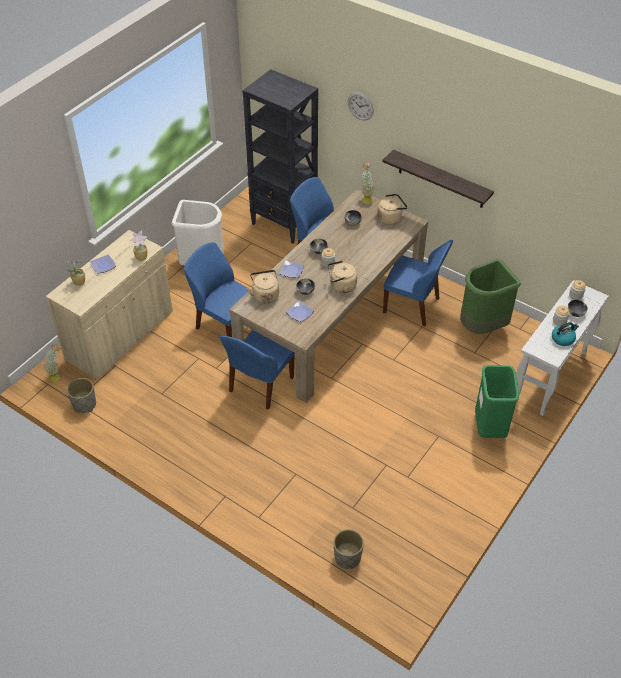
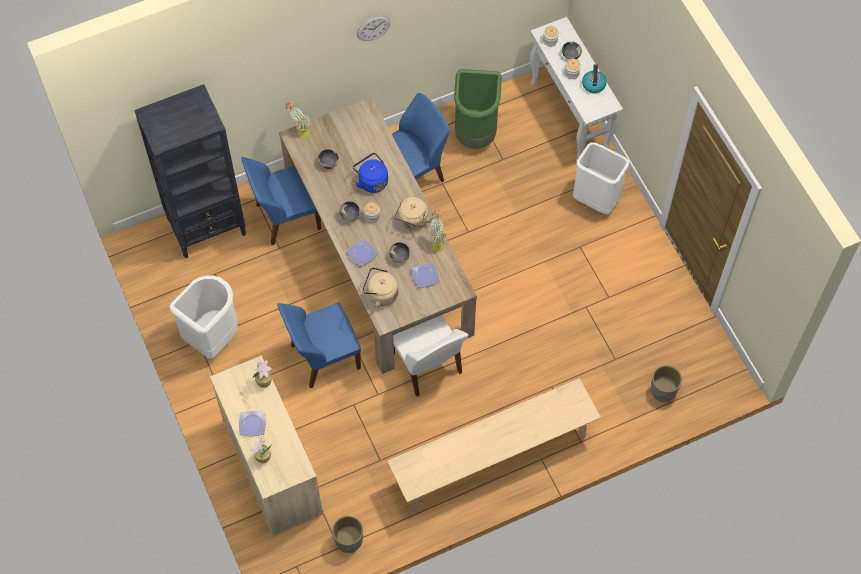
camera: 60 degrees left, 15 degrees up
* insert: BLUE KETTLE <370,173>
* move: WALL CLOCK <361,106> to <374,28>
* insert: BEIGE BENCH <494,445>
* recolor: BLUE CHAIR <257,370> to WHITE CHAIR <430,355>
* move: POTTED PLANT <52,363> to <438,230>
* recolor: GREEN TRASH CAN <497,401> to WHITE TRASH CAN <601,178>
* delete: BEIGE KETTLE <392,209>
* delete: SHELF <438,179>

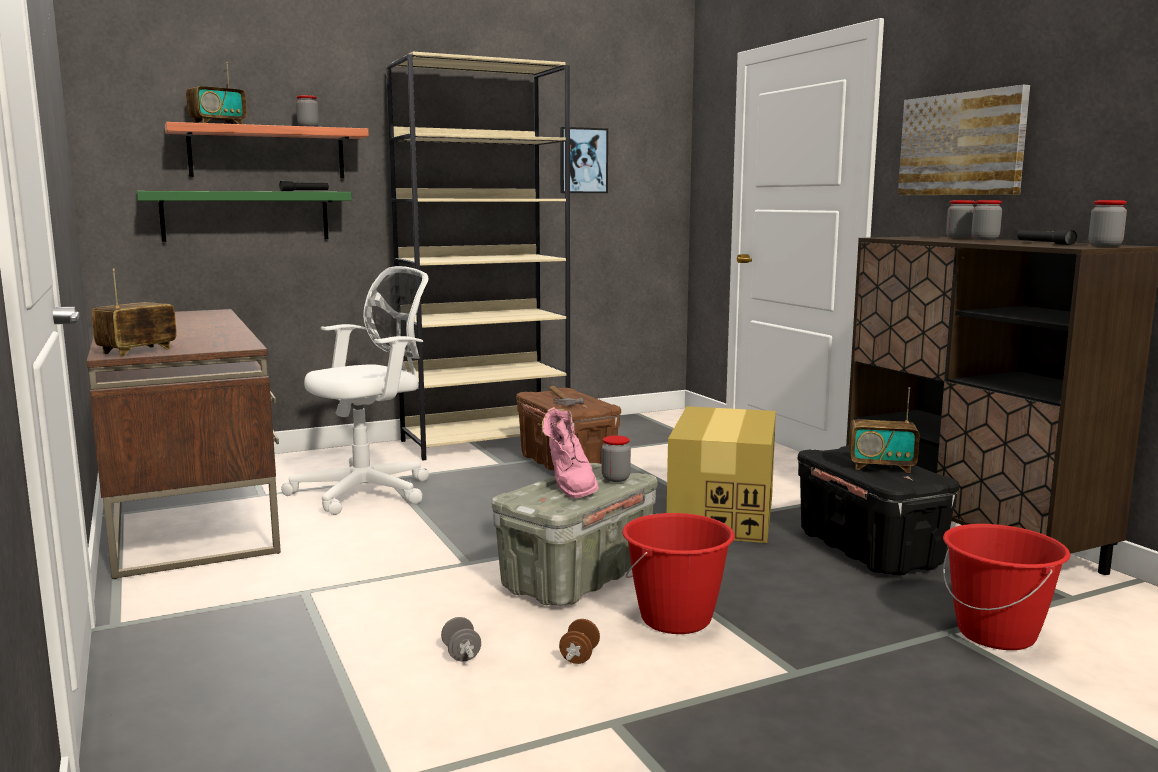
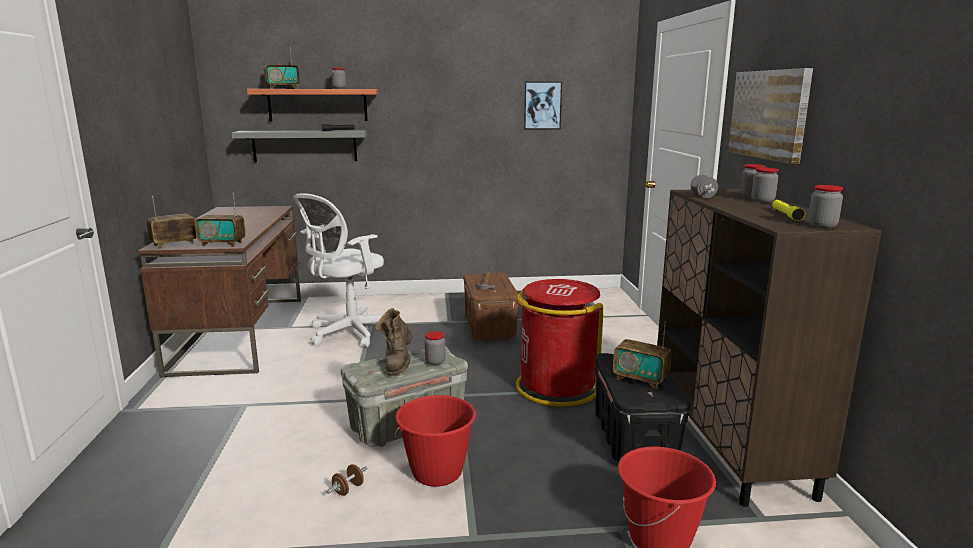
camera: 20 degrees right, 5 degrees up
* insert: RADIO <220,220>
* recolor: GREEN SHELF <244,216> to GREY SHELF <299,146>
* rotate: WHITE OFFICE CHAIR <355,390> = <338,270> 150 degrees clockwise
* recolor: PINK BOOT <570,453> to BROWN BOOT <394,342>
* replace: CARDBOARD BOX <721,474> to RED TRASH CAN <560,343>
* move: GREY DUMBBELL <461,639> to <704,186>
* recolor: BLACK FLASHLIGHT <1047,237> to YELLOW FLASHLIGHT <788,210>
* delete: BEIGE BOOKCASE <478,256>

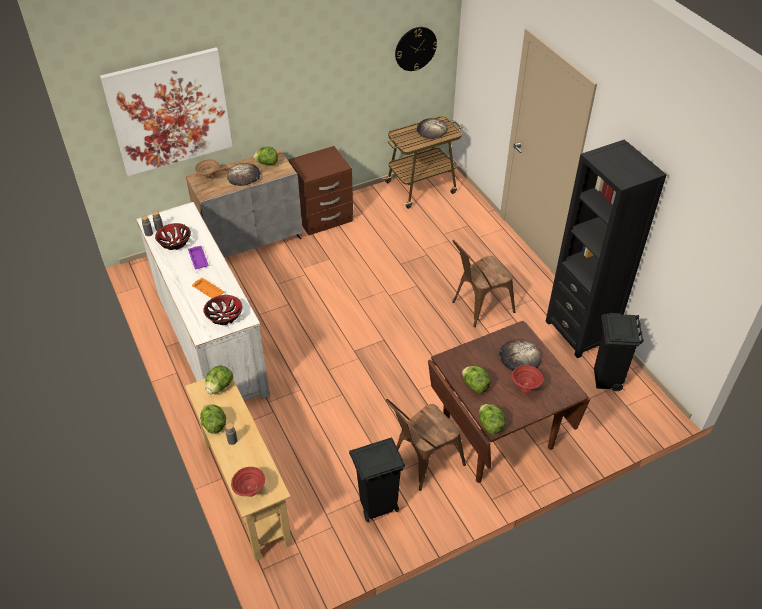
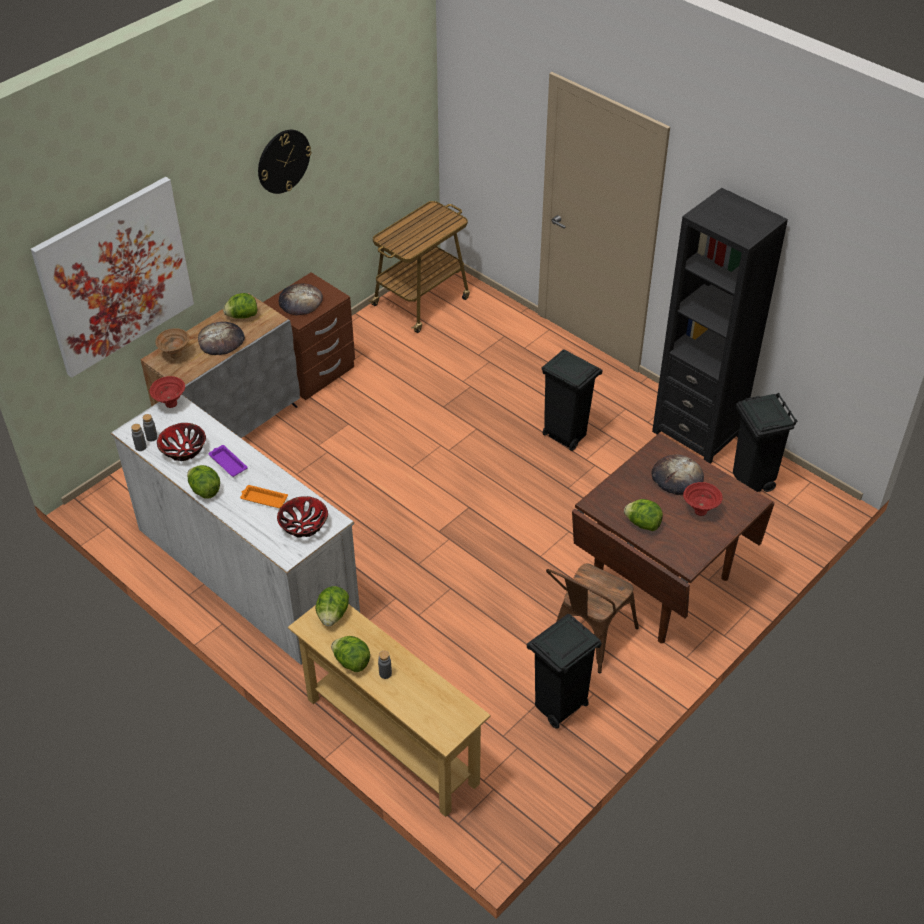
camera: 20 degrees left, 0 degrees up
* move: RED BOWL <248,482> to <167,392>
* move: LETTUCE <492,419> to <203,482>
* move: WALL CLOCK <416,49> to <285,162>
* move: BREAD <432,128> to <301,299>
* replace: BROWN CHAIR <483,283> to BLACK TRASH CAN <572,400>

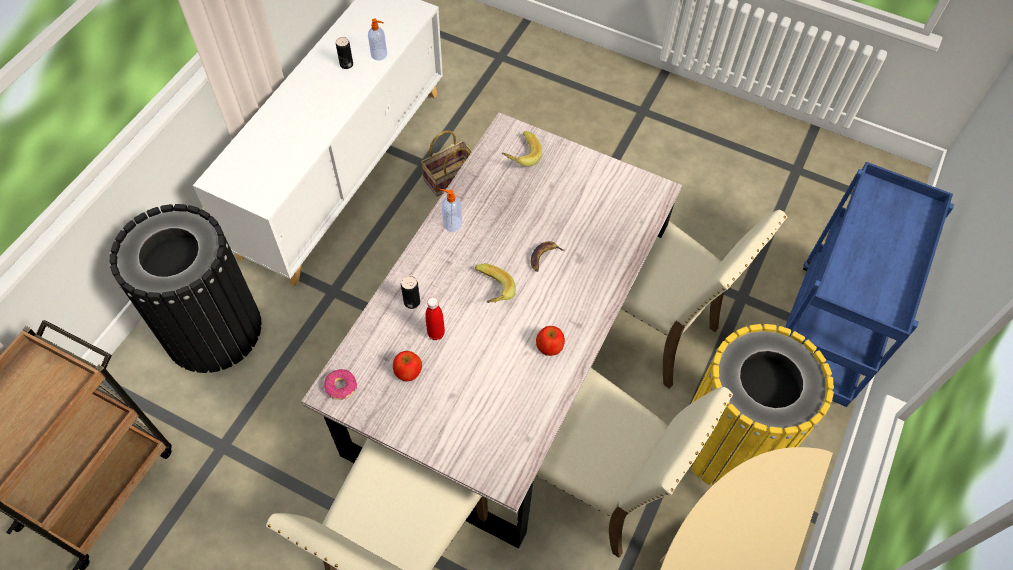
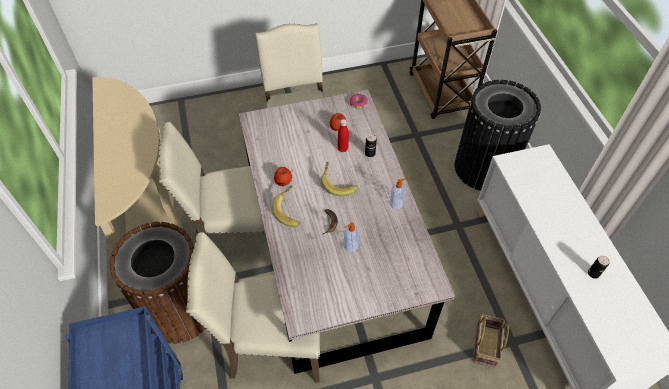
camera: 140 degrees right, 5 degrees down
* recolor: YELLOW TRASH CAN <762,404> to BROWN TRASH CAN <157,283>
* move: BANANA <522,149> to <286,206>
* move: SOAP DISPENSER <377,40> to <351,237>

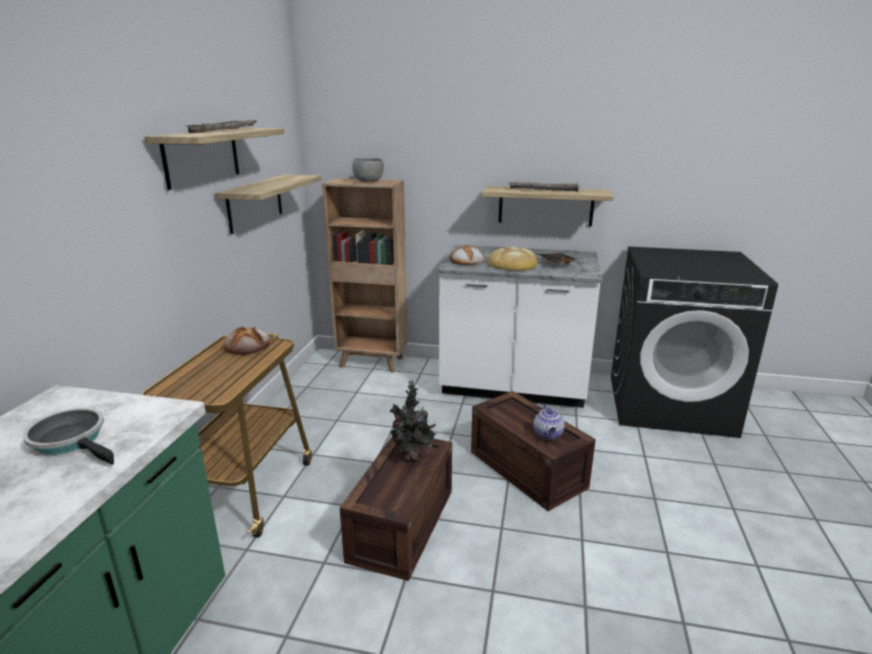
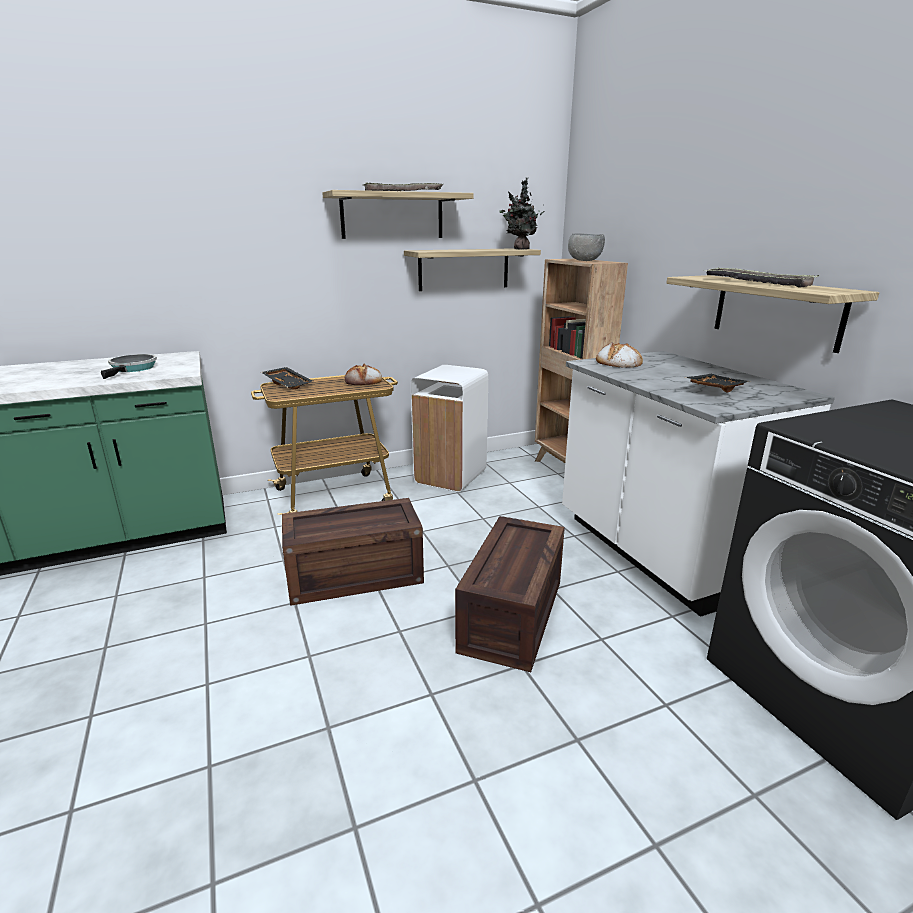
camera: 55 degrees right, 0 degrees up
* insert: BLACK TRAY <287,378>
* insert: WHITE TRASH CAN <449,428>
* move: POTTED PLANT <413,421> to <521,214>
* delete: BREAD <512,258>
* delete: TEAPOT <549,422>

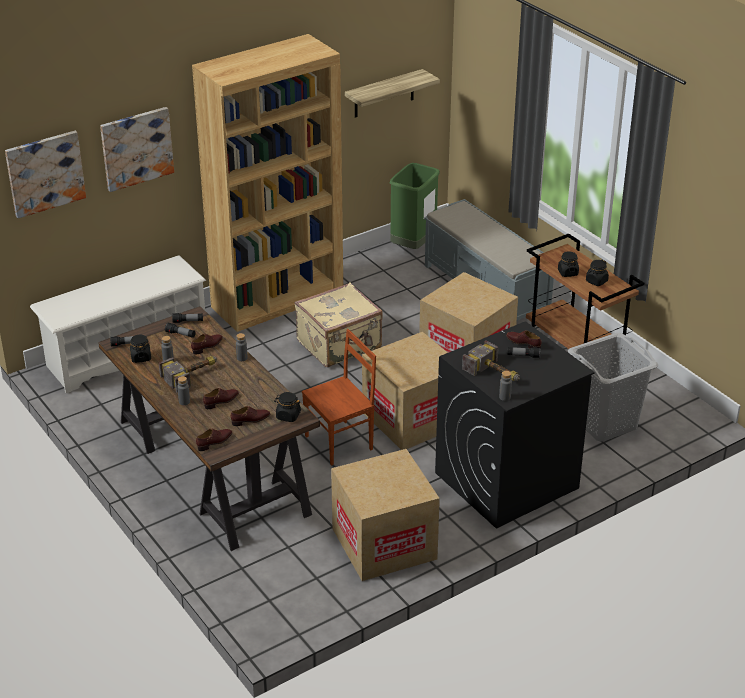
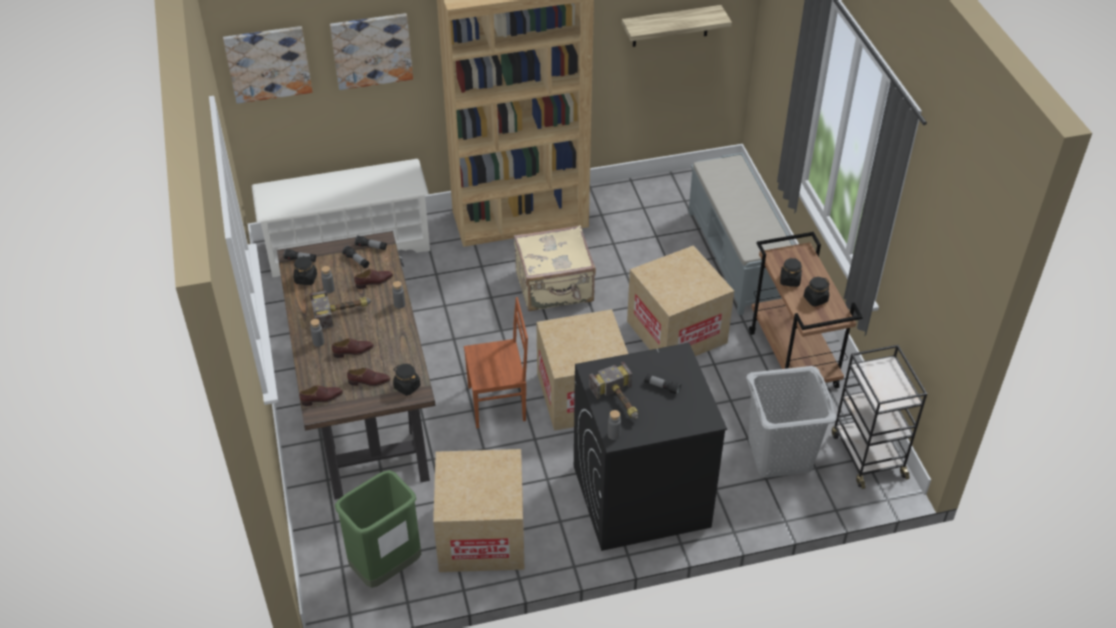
camera: 20 degrees right, 10 degrees up
* move: GREEN TRASH CAN <415,206> to <378,529>
* insert: BLACK CART <879,417>
* delete: BROWN SHOE <524,340>

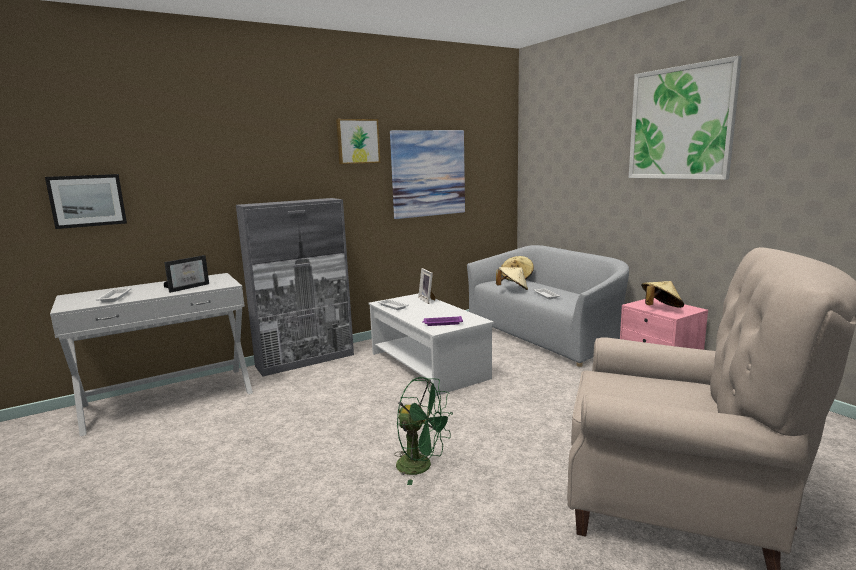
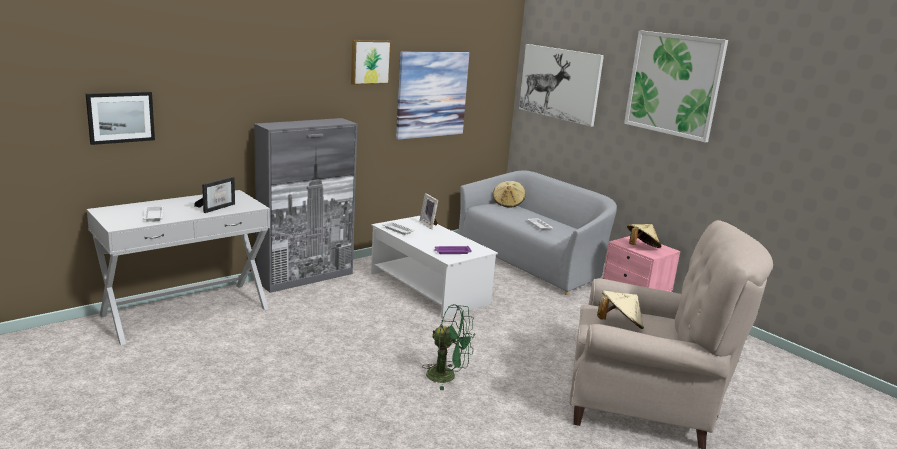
camera: 10 degrees left, 5 degrees up
* insert: PICTURE <561,85>
* move: BEIGE HAT <512,278> to <620,309>

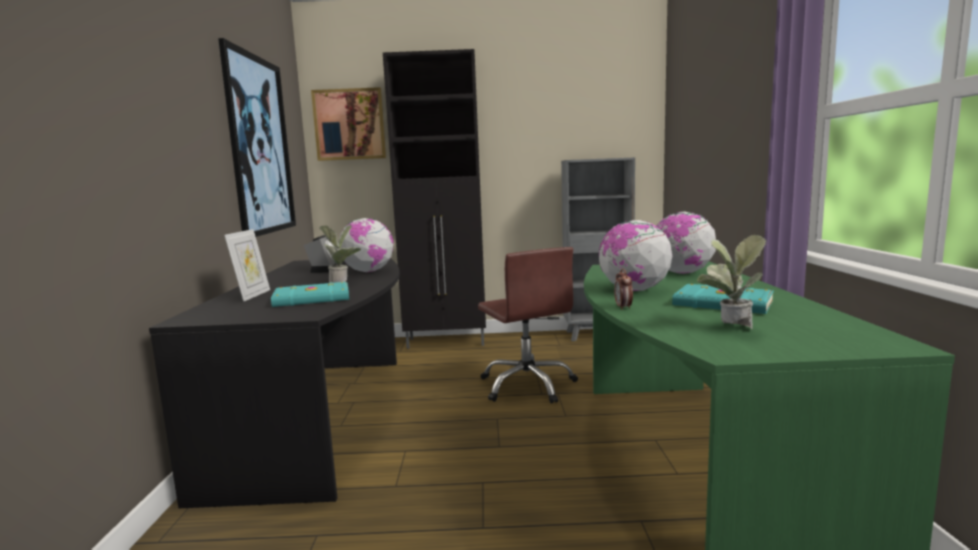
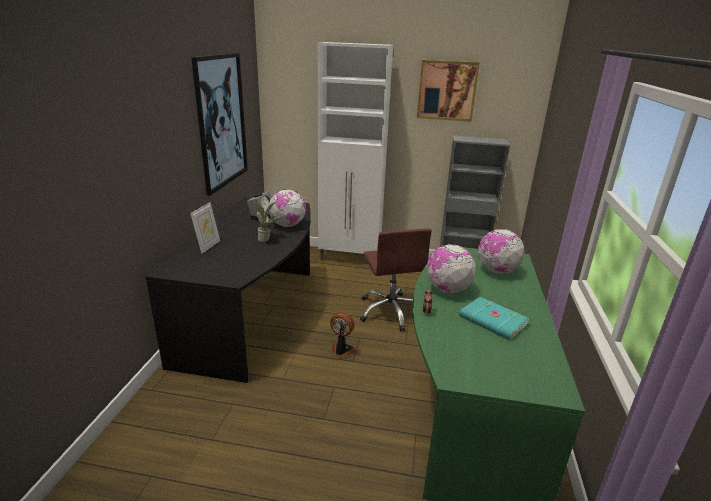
camera: 10 degrees right, 15 degrees up
* recolor: BLACK CABINET <434,199> to WHITE CABINET <355,151>
* insert: FAN <343,335>
* move: PICTURE <348,124> to <448,91>
* delete: TURQUOISE BOOK <310,294>
* delete: POTTED PLANT <732,282>

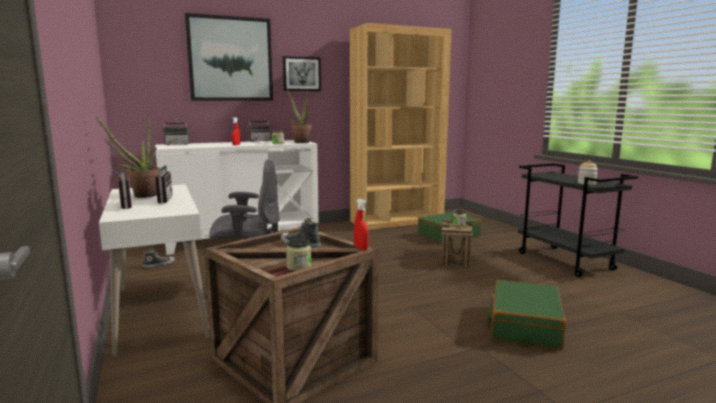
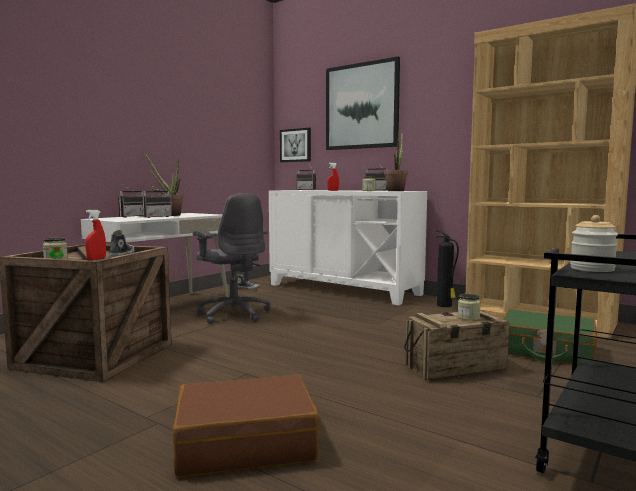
camera: 60 degrees right, 5 degrees down
* recolor: GREEN SUITCASE <527,315> to BROWN SUITCASE <246,425>
* move: PICTURE <302,73> to <295,145>
* insert: FIRE EXTINGUISHER <448,269>

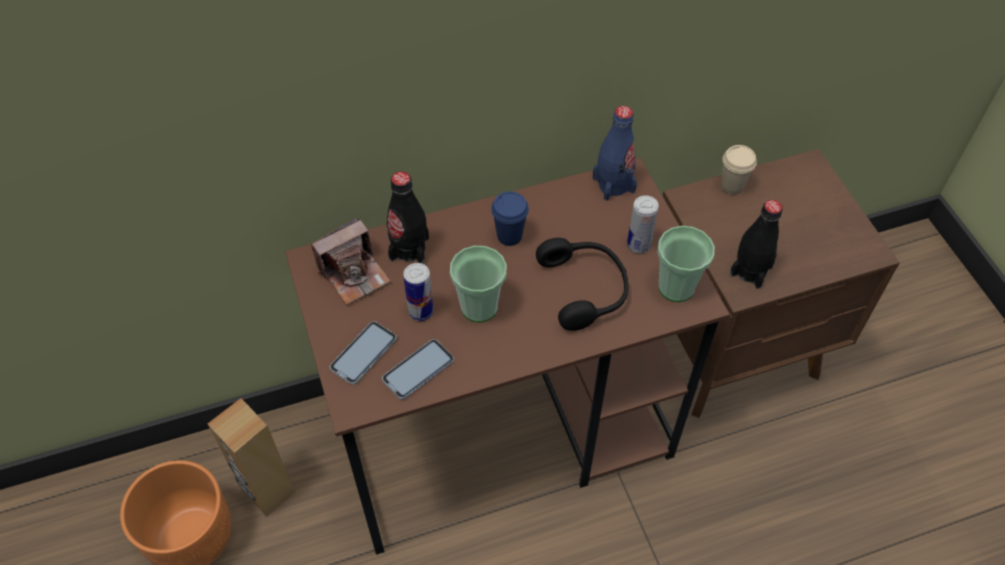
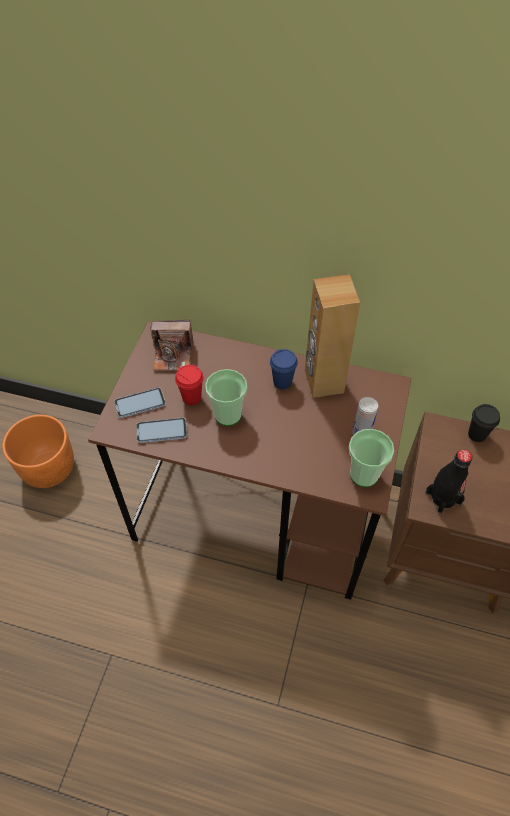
camera: 35 degrees right, 0 degrees up
* replace: CAN <418,292> to RED CUP <189,385>
* move: BROWN SPEAKER <251,457> to <332,336>
* recolor: BEIGE CUP <739,170> to BLACK CUP <484,423>
* delete: BLACK BOTTLE <408,217>
* delete: BLACK HEADPHONES <582,284>
* delete: BLUE BOTTLE <615,153>

